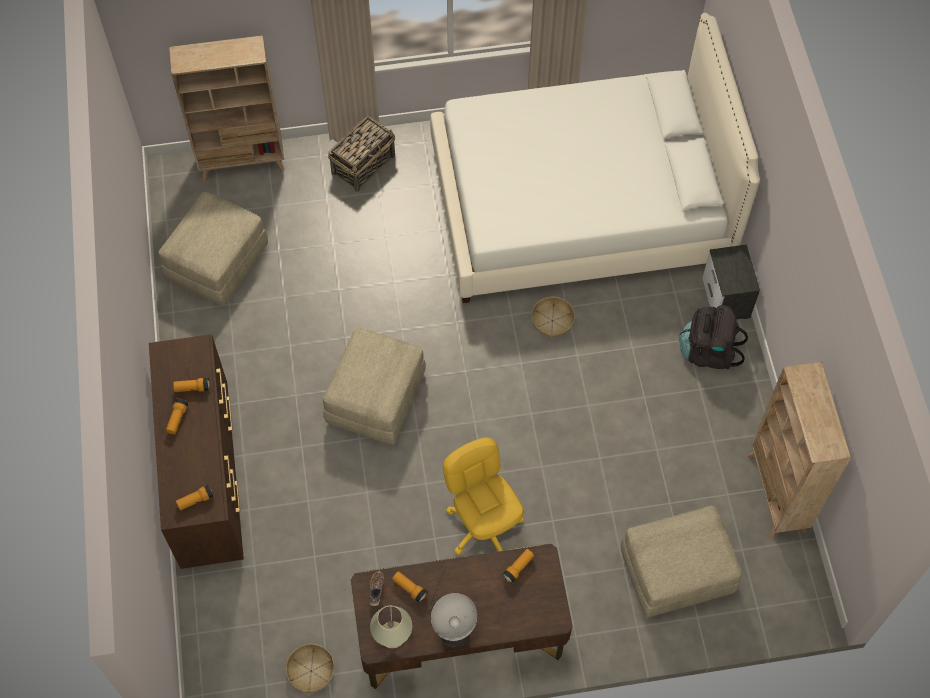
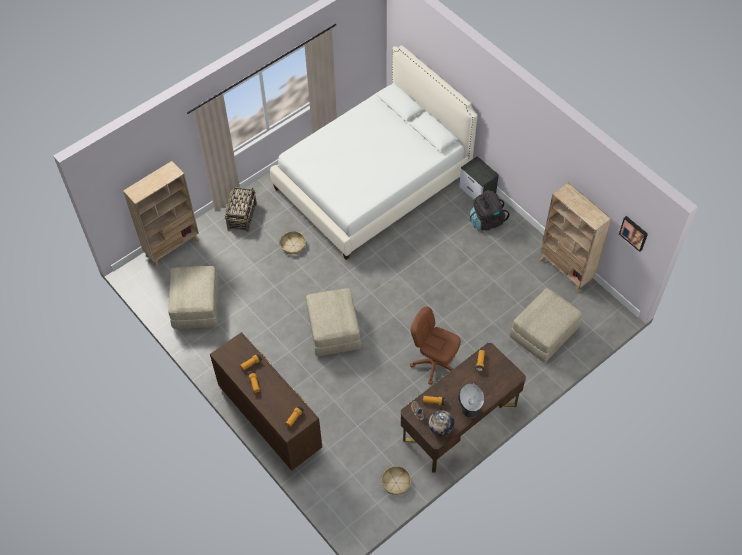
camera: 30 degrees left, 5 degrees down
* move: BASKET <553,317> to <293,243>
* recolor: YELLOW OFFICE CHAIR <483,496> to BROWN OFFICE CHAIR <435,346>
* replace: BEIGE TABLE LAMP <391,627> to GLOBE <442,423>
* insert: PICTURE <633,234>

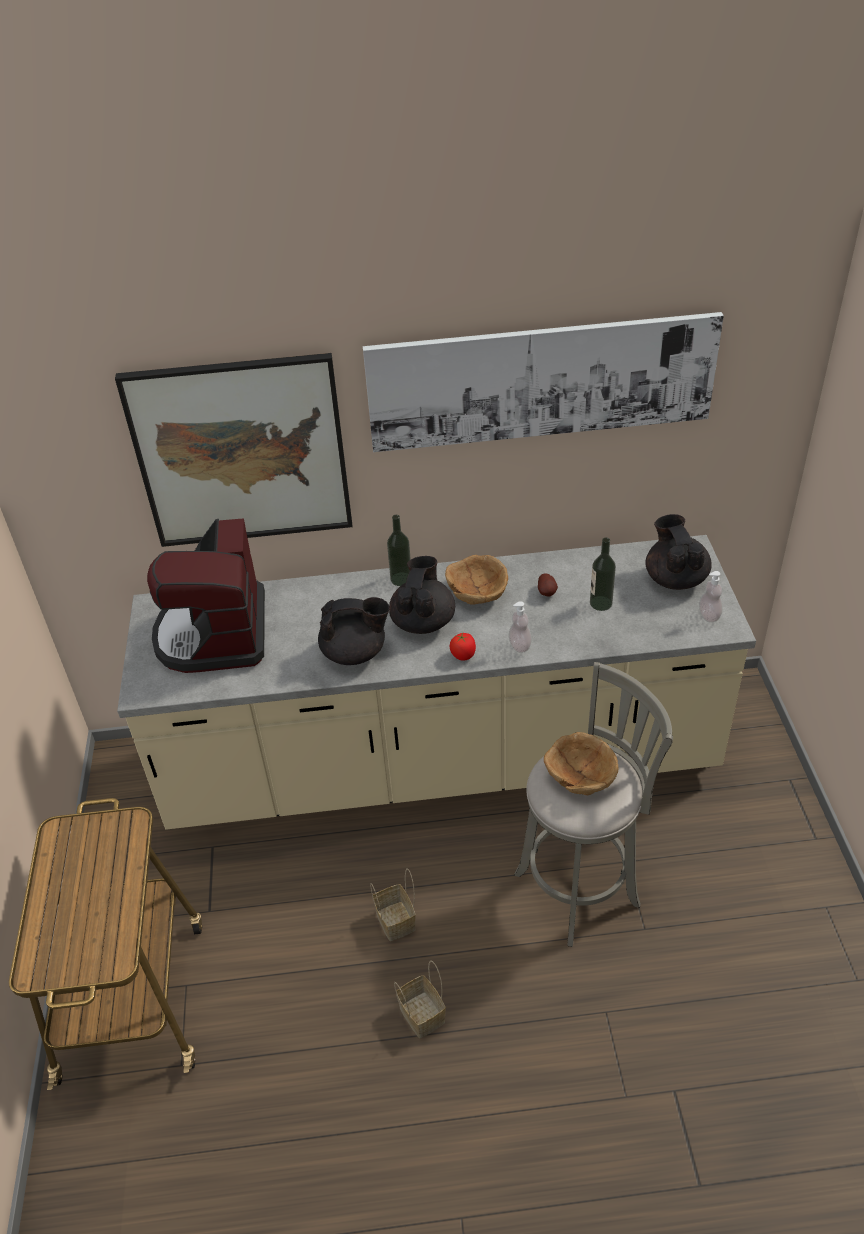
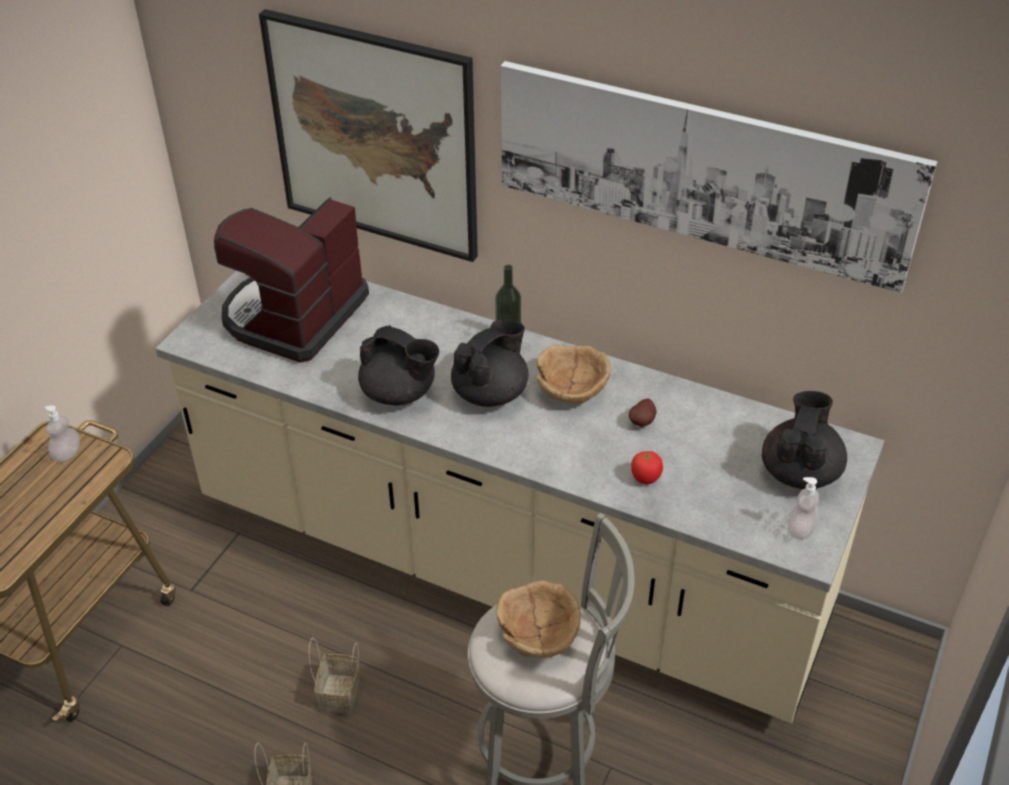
camera: 30 degrees right, 0 degrees up
* move: SOAP DISPENSER <520,627> to <62,433>
* move: TOMATO <463,646> to <647,467>
* delete: BOTTLE <603,574>

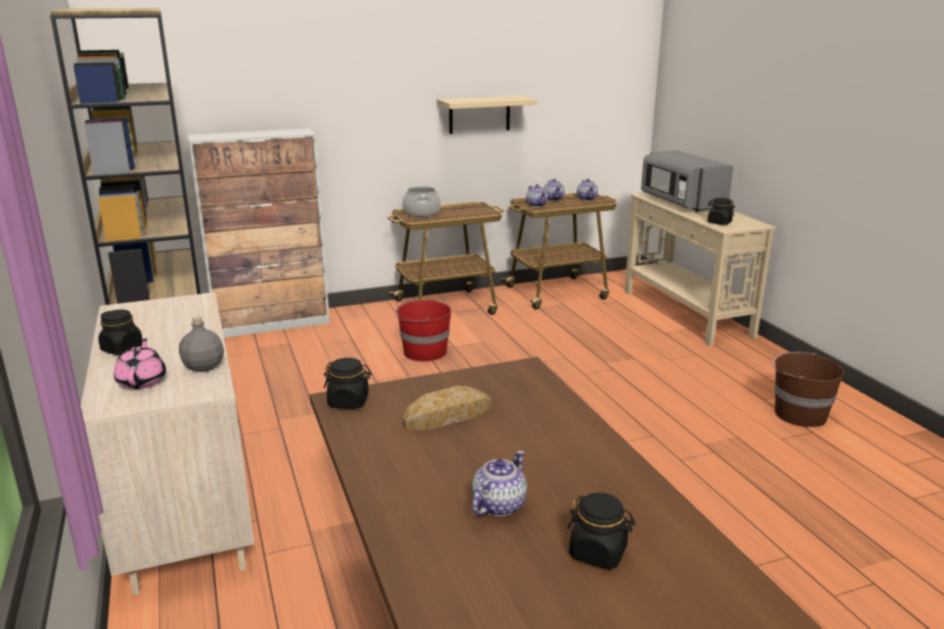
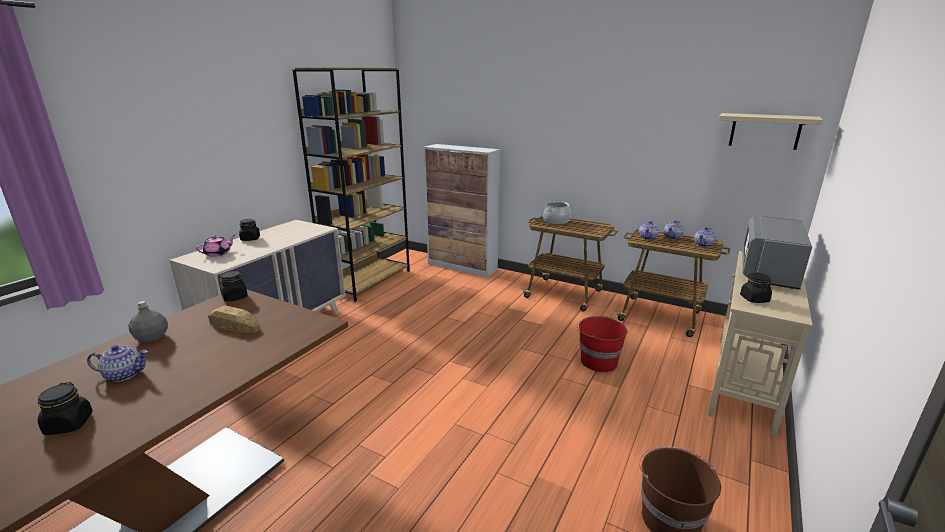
camera: 50 degrees right, 0 degrees up
* move: GREY BOTTLE <201,344> to <148,322>
* move: RED BUCKET <422,330> to <602,344>
* move: BEIGE SHELF <487,114> to <770,131>

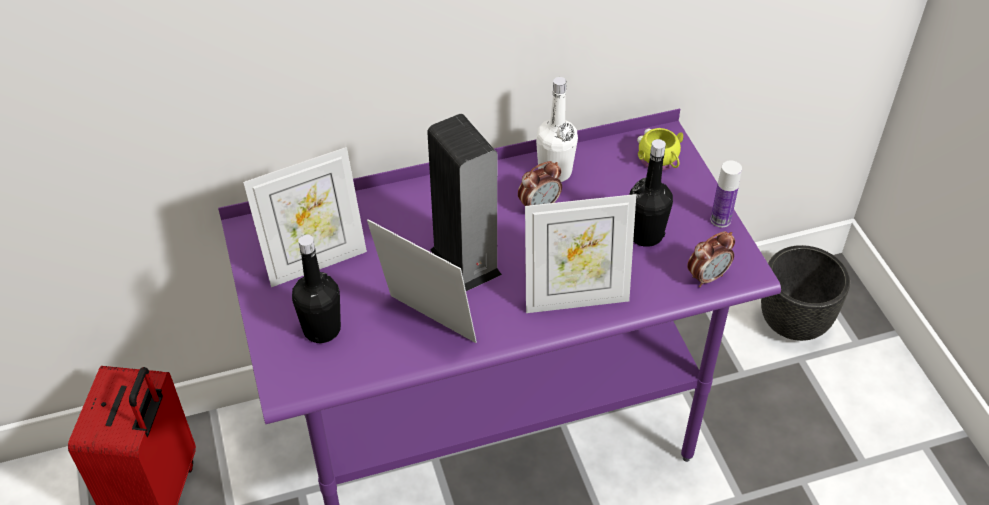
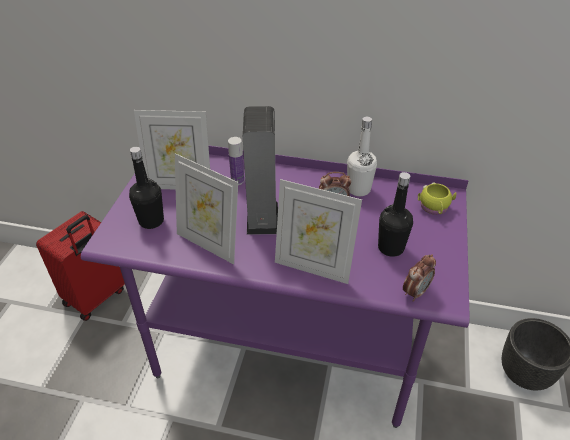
camera: 30 degrees right, 5 degrees down
* rotate: PICTURE FRAME <422,281> = <206,208> 150 degrees clockwise
* move: BOTTLE <726,193> to <236,161>
* rotate: ALARM CLOCK <711,259> = <419,278> 45 degrees counterclockwise

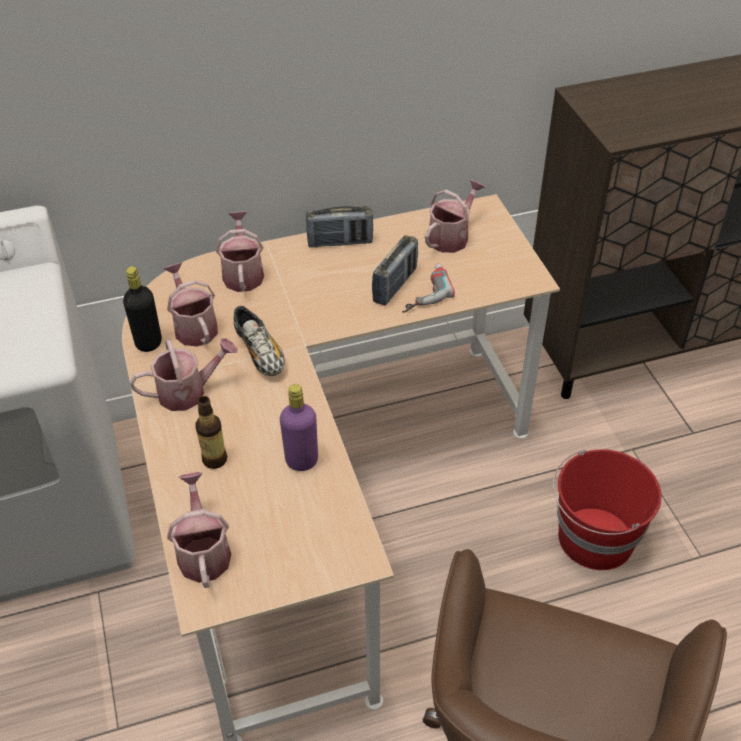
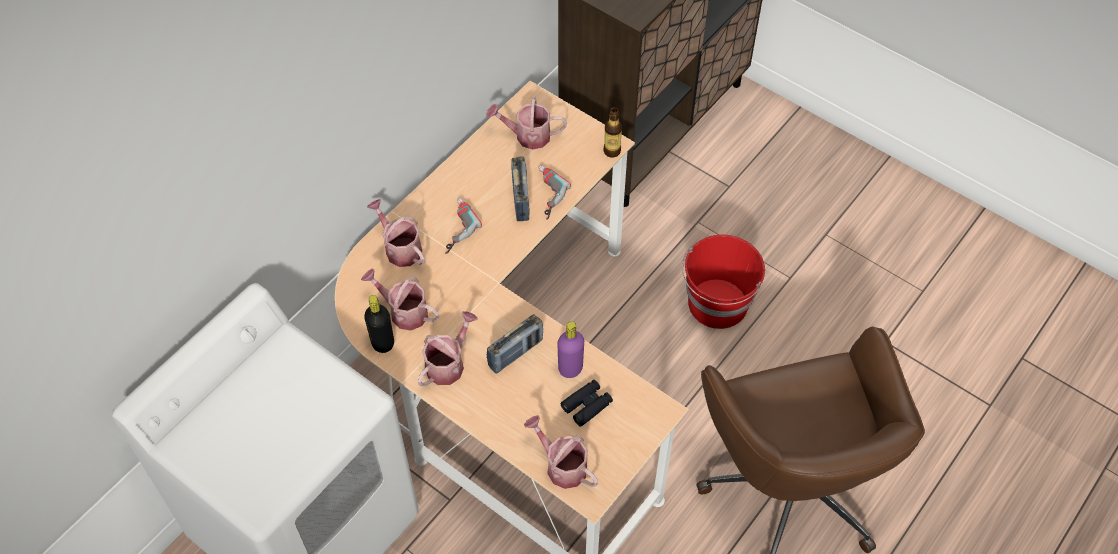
camera: 35 degrees left, 10 degrees up
* insert: POWER DRILL <463,226>
* rotate: WATERING CAN <455,216> = <526,123> 90 degrees counterclockwise
* move: RADIO <339,227> to <515,344>
* insert: BLACK BINOCULARS <586,403>
* move: BOTTLE <211,432> to <612,132>
* delete: SHOE <259,341>

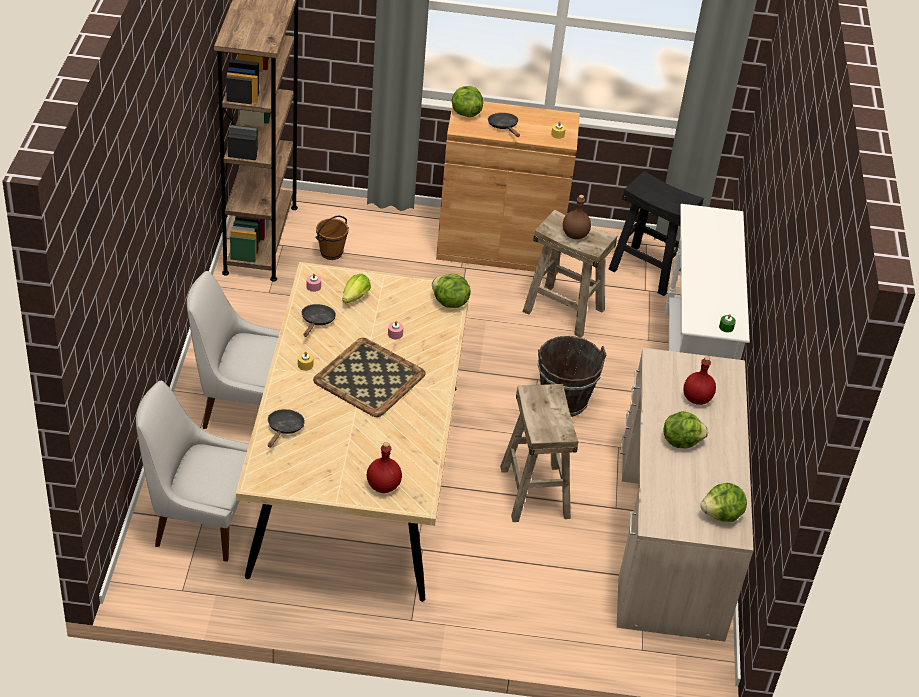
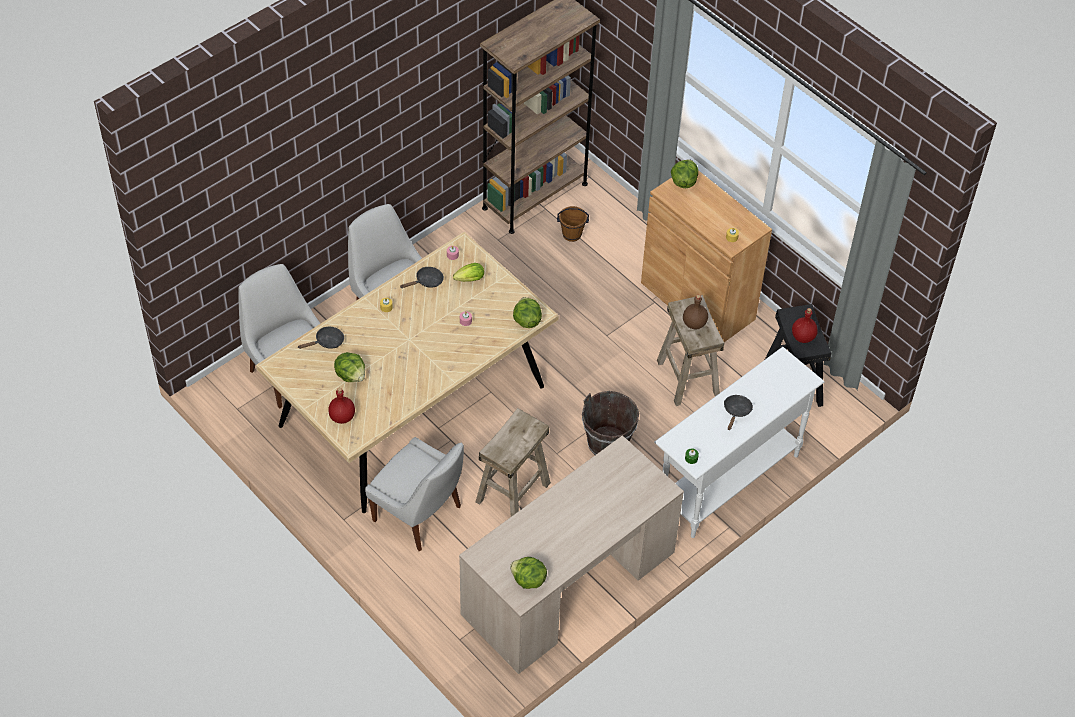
camera: 45 degrees right, 10 degrees up
* move: LETTUCE <686,429> to <349,367>
* insert: WHITE CHAIR <414,494>
* move: BLACK FRYING PAN <504,125> to <738,412>
* move: RED BOTTLE <699,380> to <805,325>
* delete: TRAY <369,377>

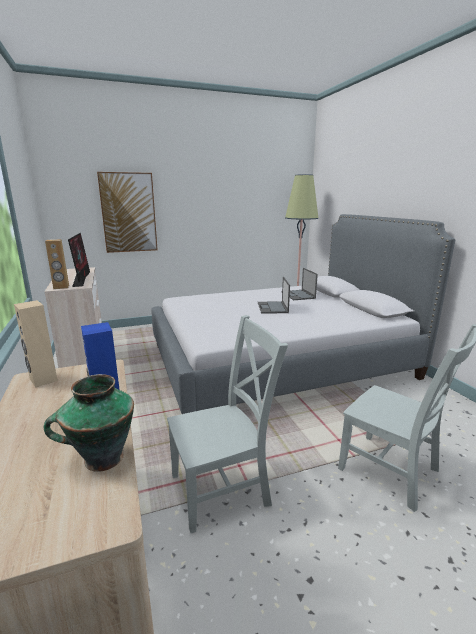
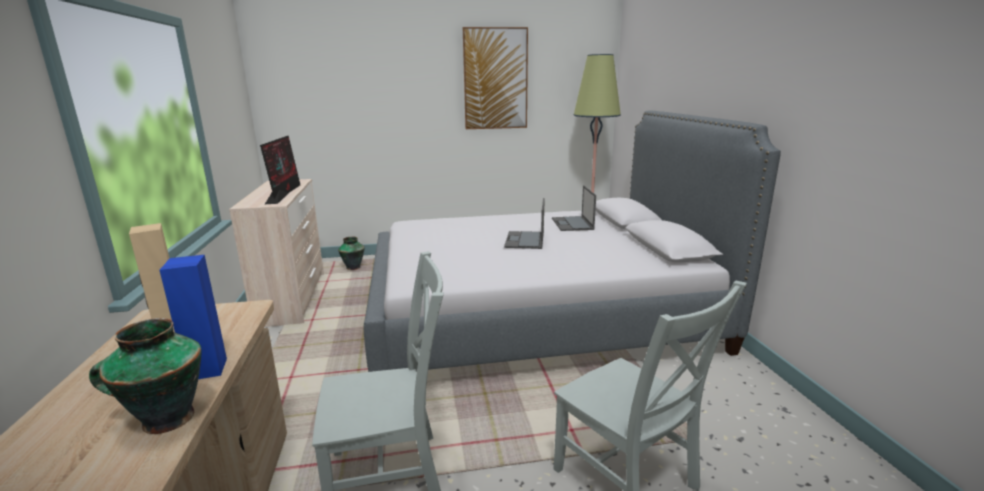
camera: 10 degrees right, 0 degrees up
* insert: VASE <351,253>
* move: PICTURE <127,212> to <495,78>
* delete: BROWN SPEAKER <57,264>

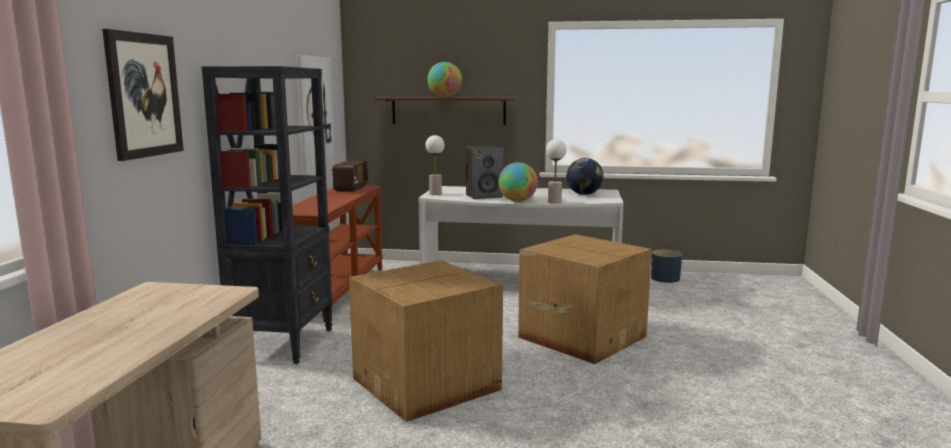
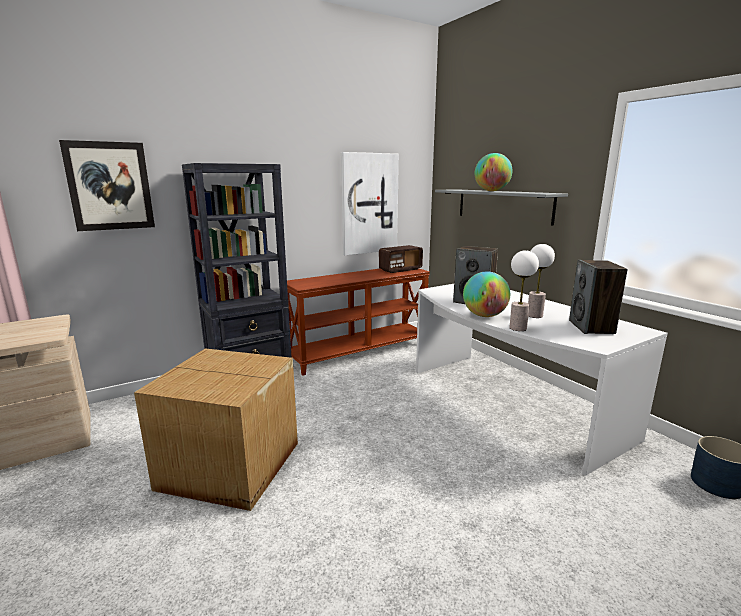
camera: 50 degrees right, 5 degrees up
* recolor: BROWN SHELF <445,111> to GREY SHELF <501,207>
* move: TABLE LAMP <435,165> to <541,281>
* replace: GLOBE <585,176> to SPEAKER <598,297>
* delete: CARDBOARD BOX <585,299>

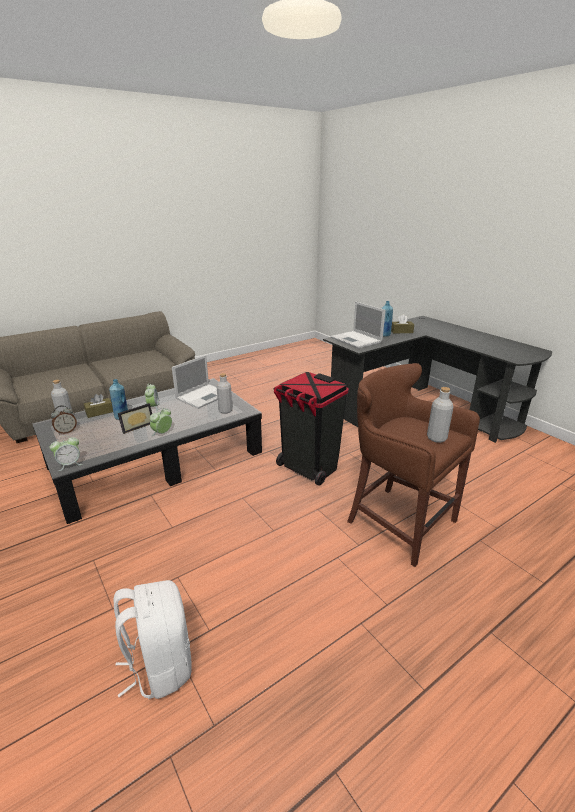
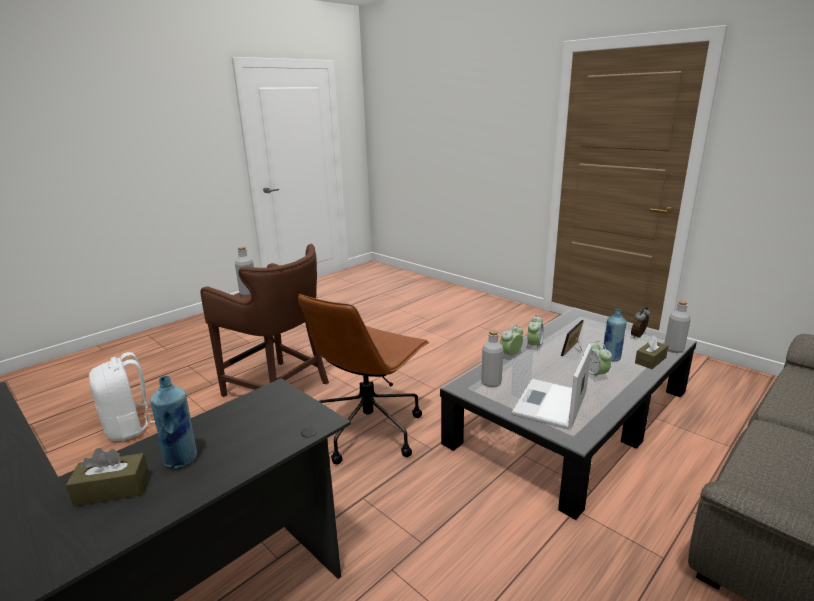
camera: 170 degrees right, 5 degrees down
* move: WHITE BACKPACK <153,639> to <122,396>
* replace: BLACK TRASH CAN <311,429> to BROWN OFFICE CHAIR <364,379>
* move: ALARM CLOCK <66,453> to <511,340>
* delete: LAPTOP <358,324>

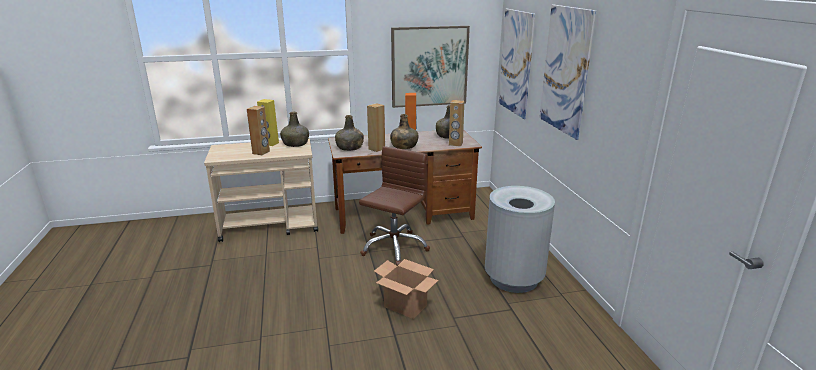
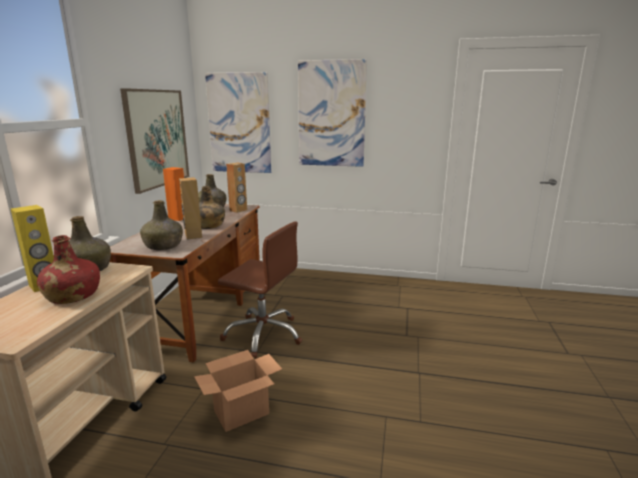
camera: 65 degrees left, 5 degrees down
* replace: BROWN SPEAKER <258,130> to RED BOTTLE <68,269>
* move: CARDBOARD BOX <406,289> to <238,391>
* rotate: BROWN OFFICE CHAIR <394,205> = <260,290> 150 degrees clockwise
* delete: GREY TRASH CAN <520,239>

